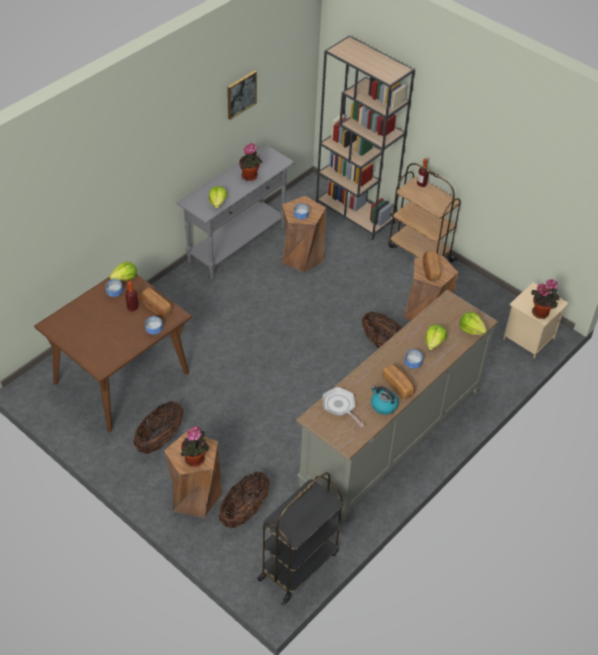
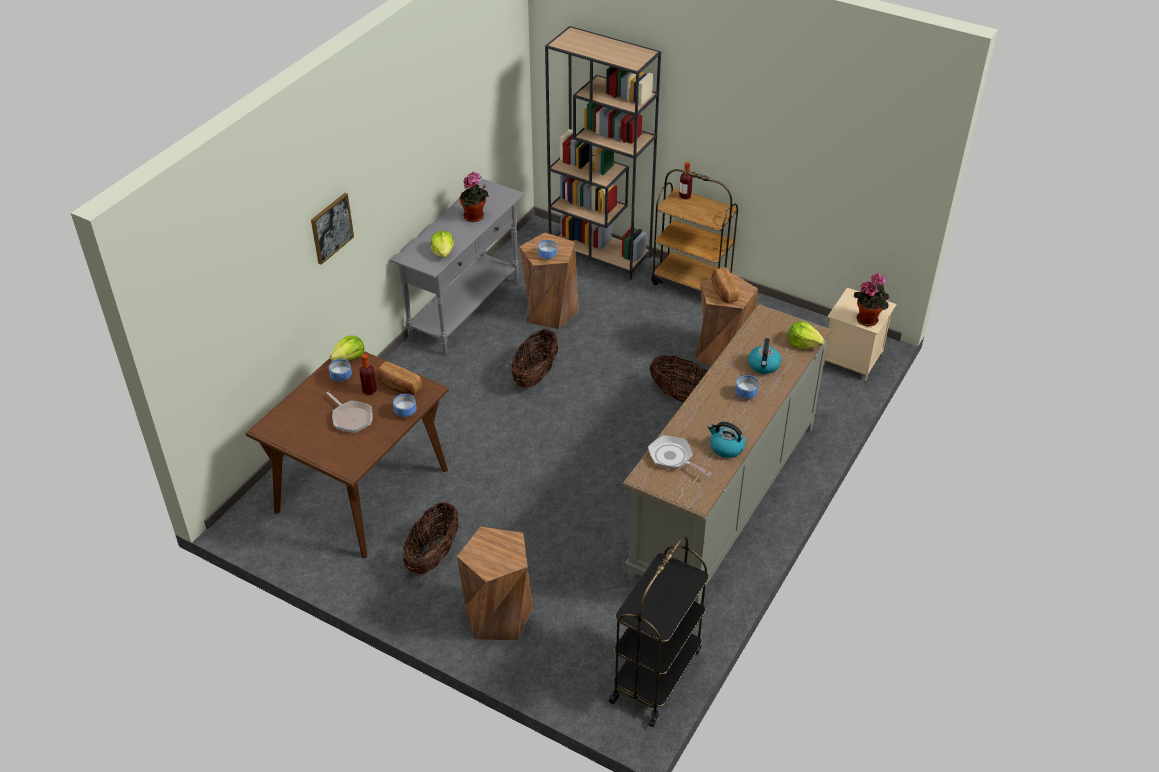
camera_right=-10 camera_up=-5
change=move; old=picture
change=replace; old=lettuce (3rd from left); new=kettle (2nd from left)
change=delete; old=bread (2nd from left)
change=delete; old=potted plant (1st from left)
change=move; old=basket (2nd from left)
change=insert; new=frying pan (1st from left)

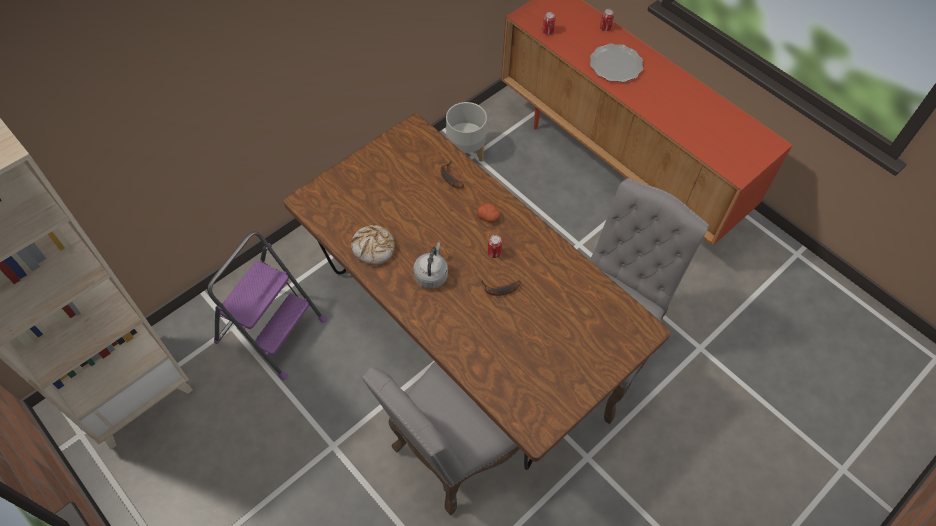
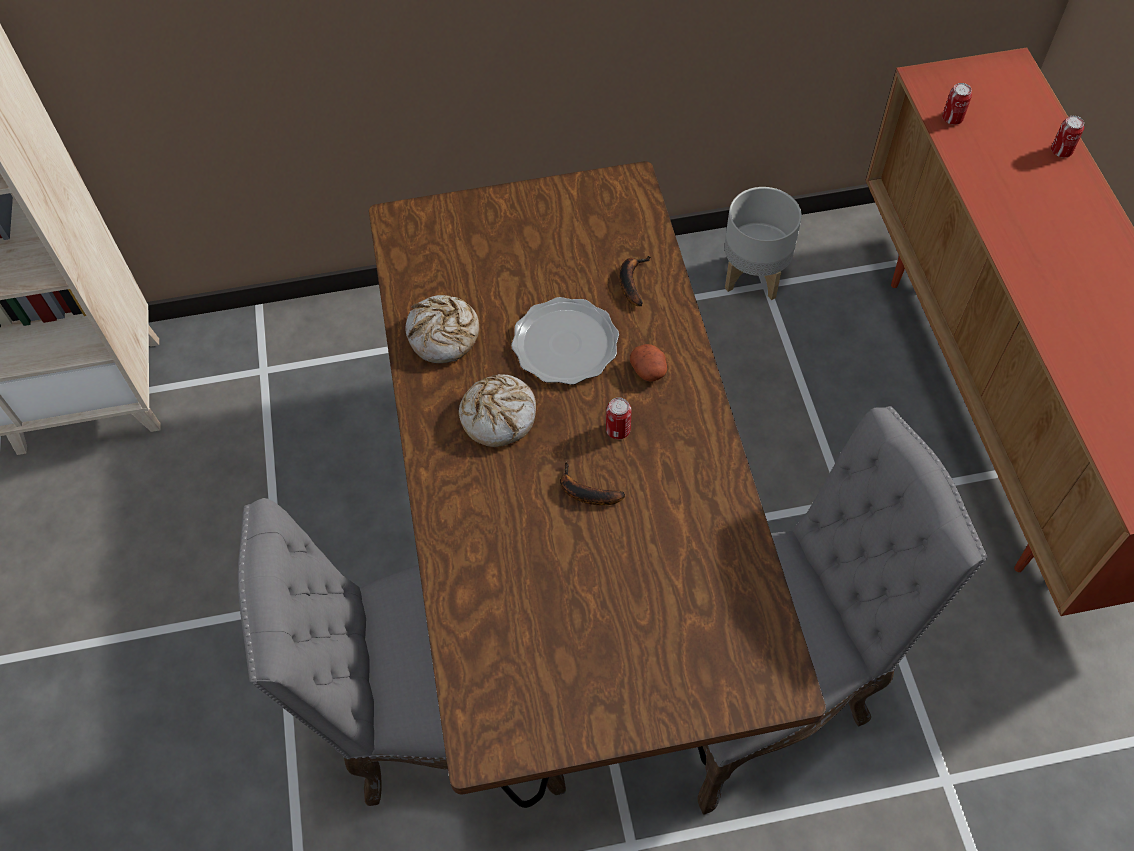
camera_right=35 camera_up=0
change=move; old=plate
change=delete; old=step ladder (purple)
change=replace; old=kettle (grey); new=bread (2nd from left)

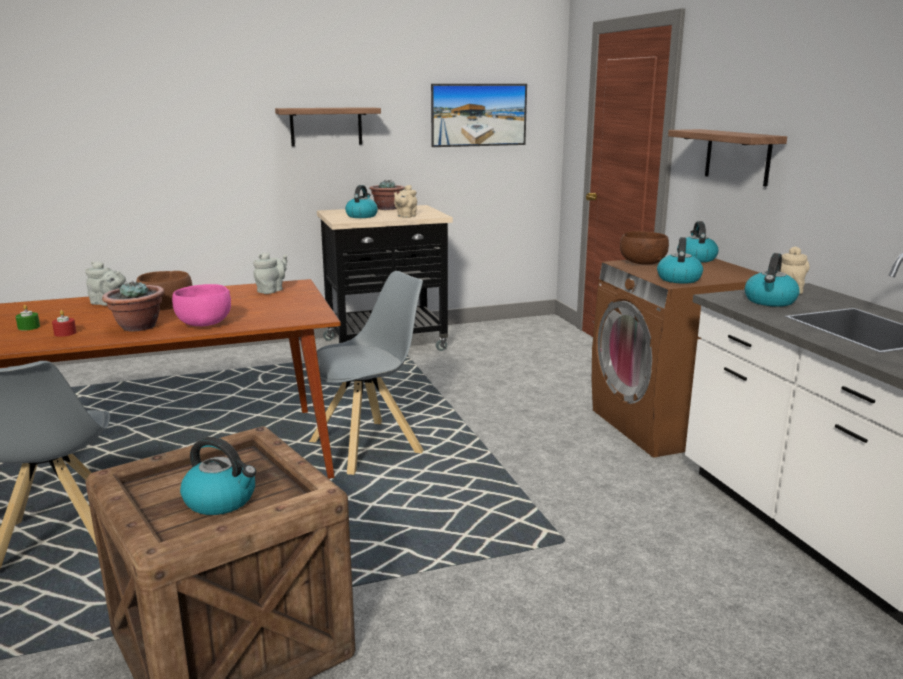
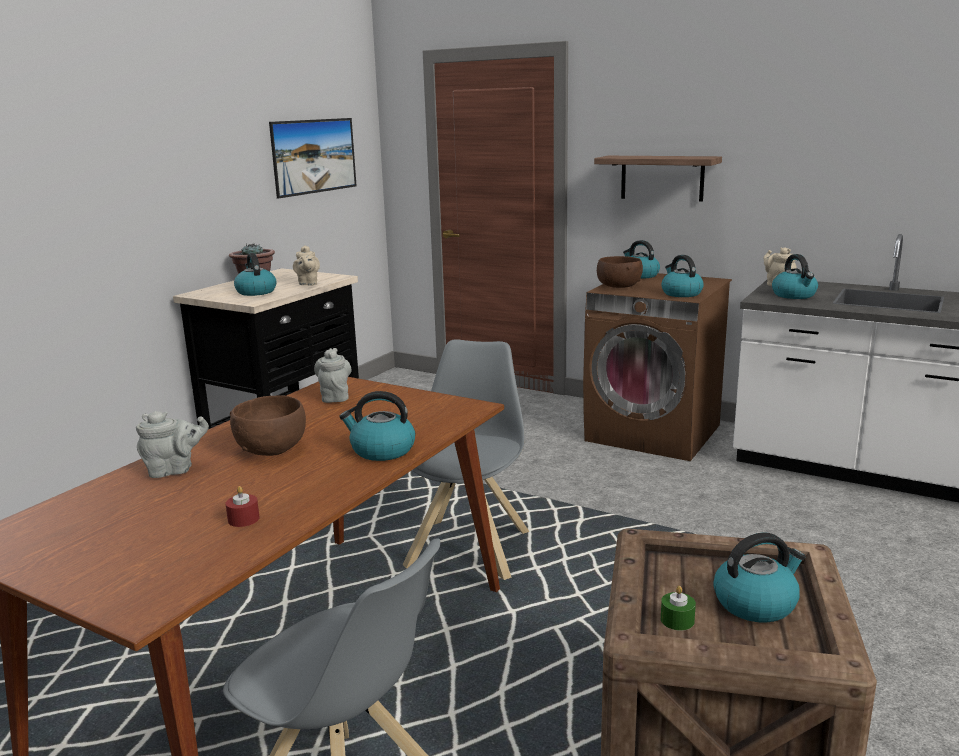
camera_right=-40 camera_up=0
change=delete; old=shelf (1st from left)
change=delete; old=potted plant (1st from left)
change=replace; old=bowl (pink); new=kettle (2nd from left)
change=move; old=candle (green)

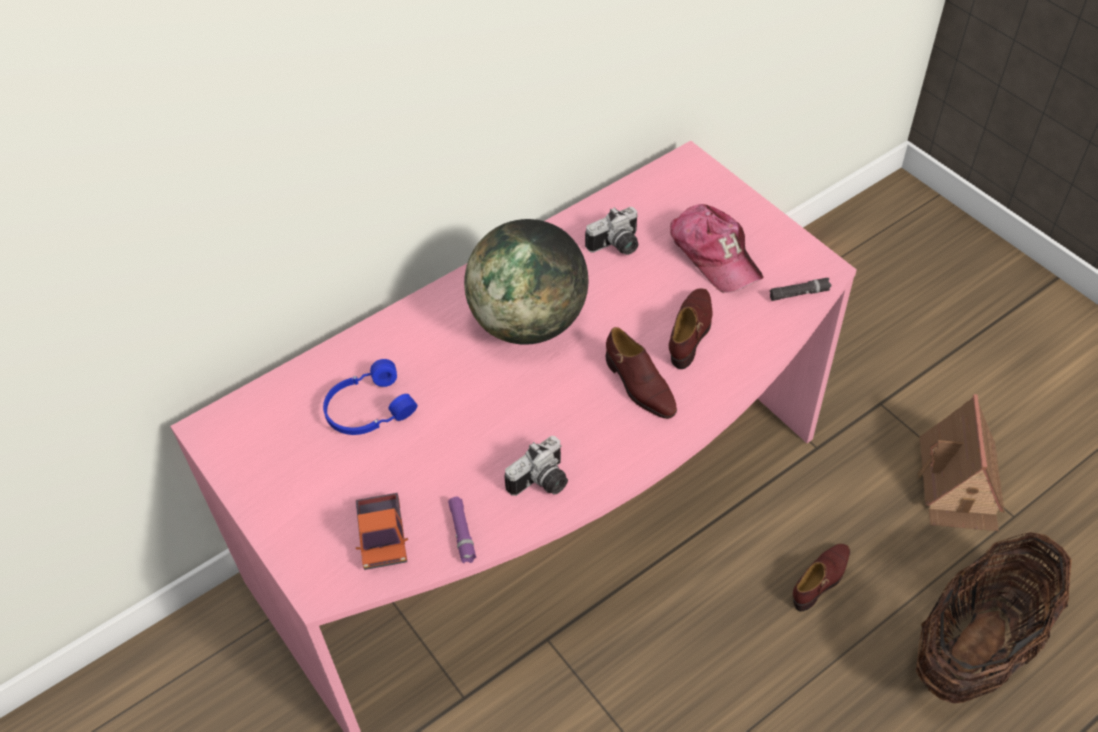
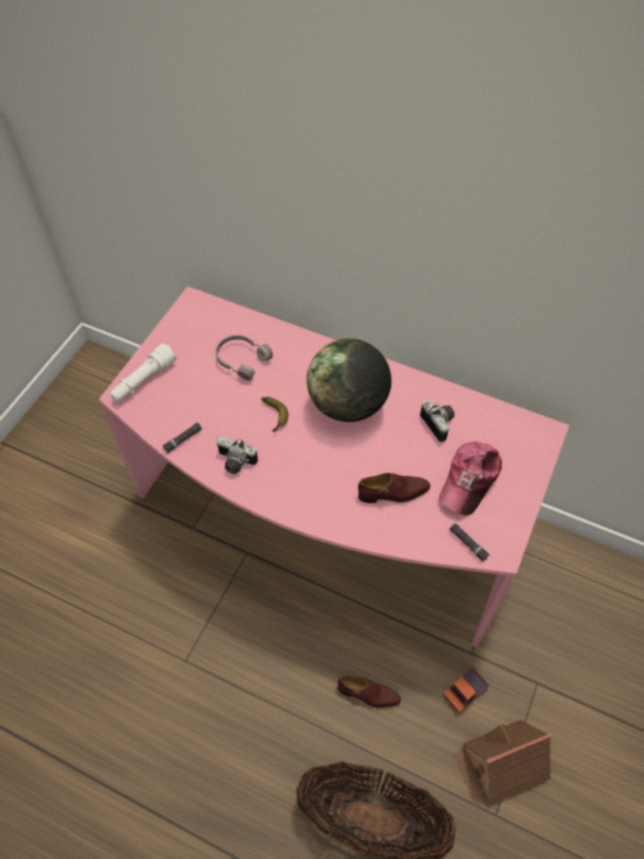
camera_right=60 camera_up=5
change=rotate; old=photo camera (2nd from left); degrees=-150
change=delete; old=shoe (brown) (1st from left)
change=recolor; old=headphones (blue); new=headphones (grey)
change=move; old=toy truck
change=recolor; old=flashlight (purple); new=flashlight (black) (1st from left)
change=insert; new=flashlight (white)
change=insert; new=banana

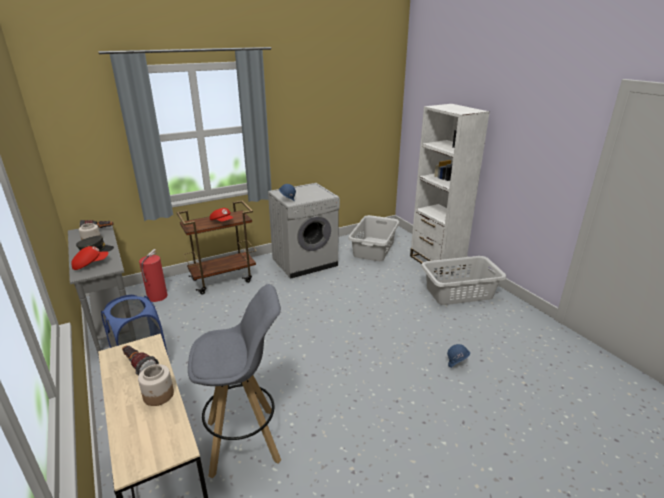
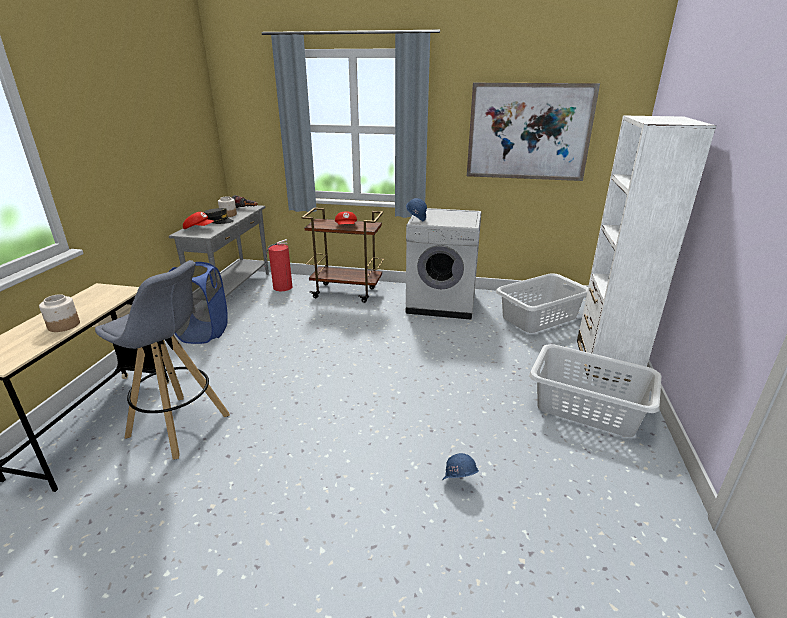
camera_right=40 camera_up=0
change=delete; old=flashlight (2nd from left)
change=insert; new=picture

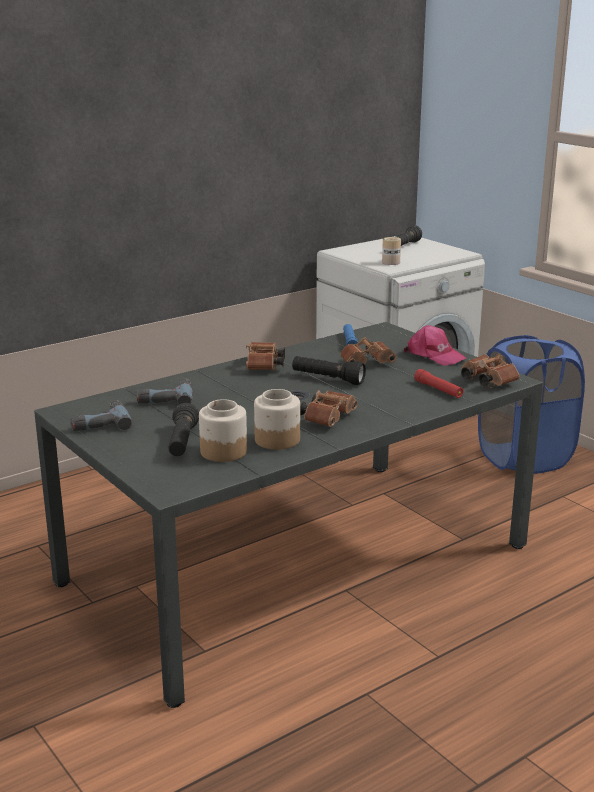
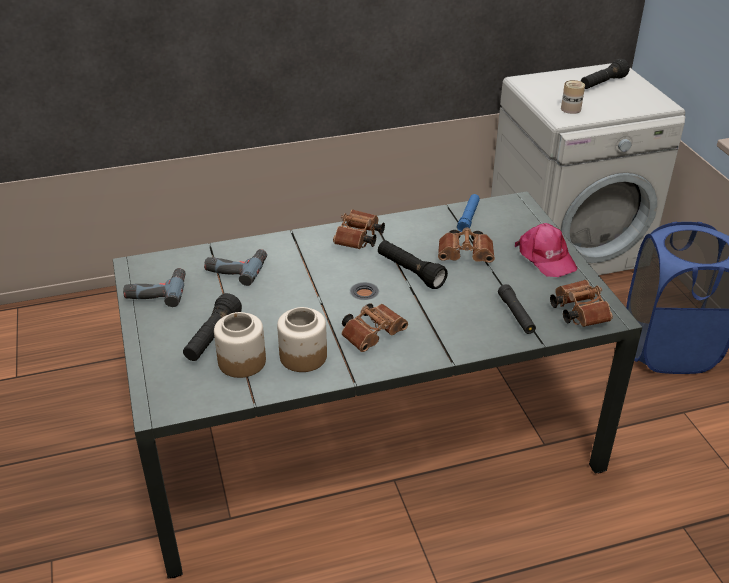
camera_right=20 camera_up=15
change=recolor; old=flashlight (red); new=flashlight (black) (3rd from left)

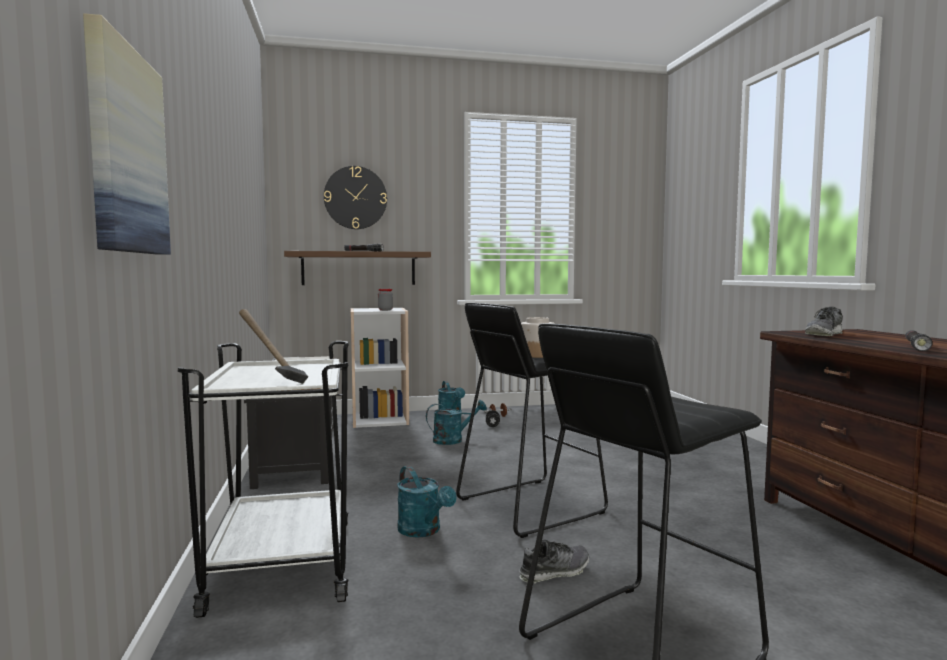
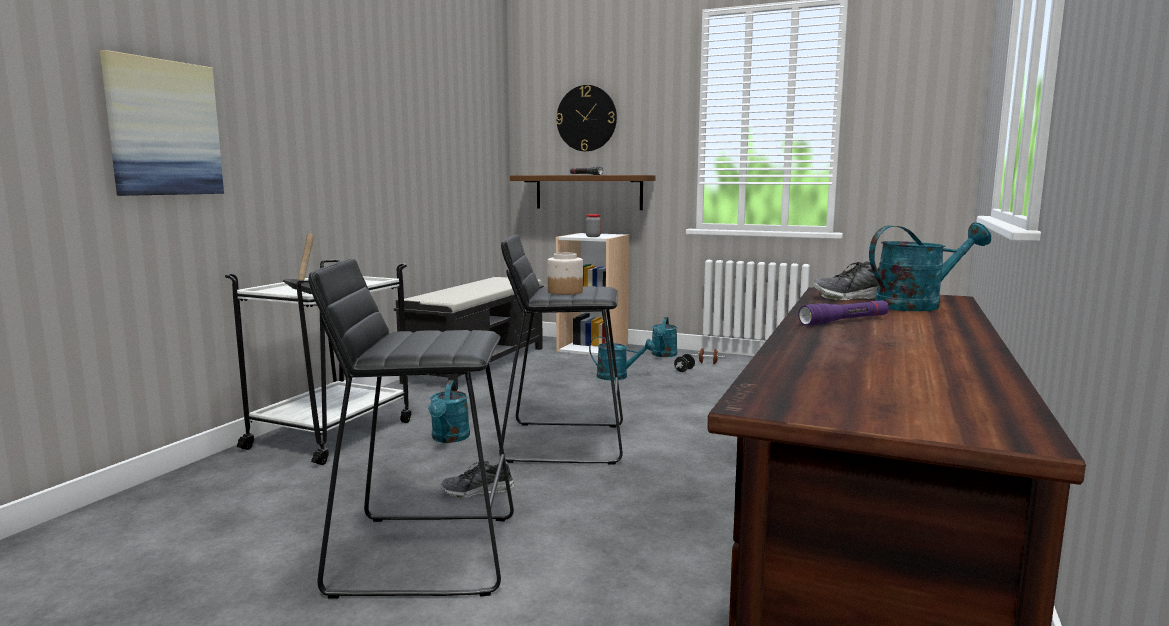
camera_right=35 camera_up=5
change=recolor; old=flashlight (black) (2nd from left); new=flashlight (purple)
change=rotate; old=shoe (1st from left); degrees=150
change=insert; new=watering can (turquoise) (4th from left)

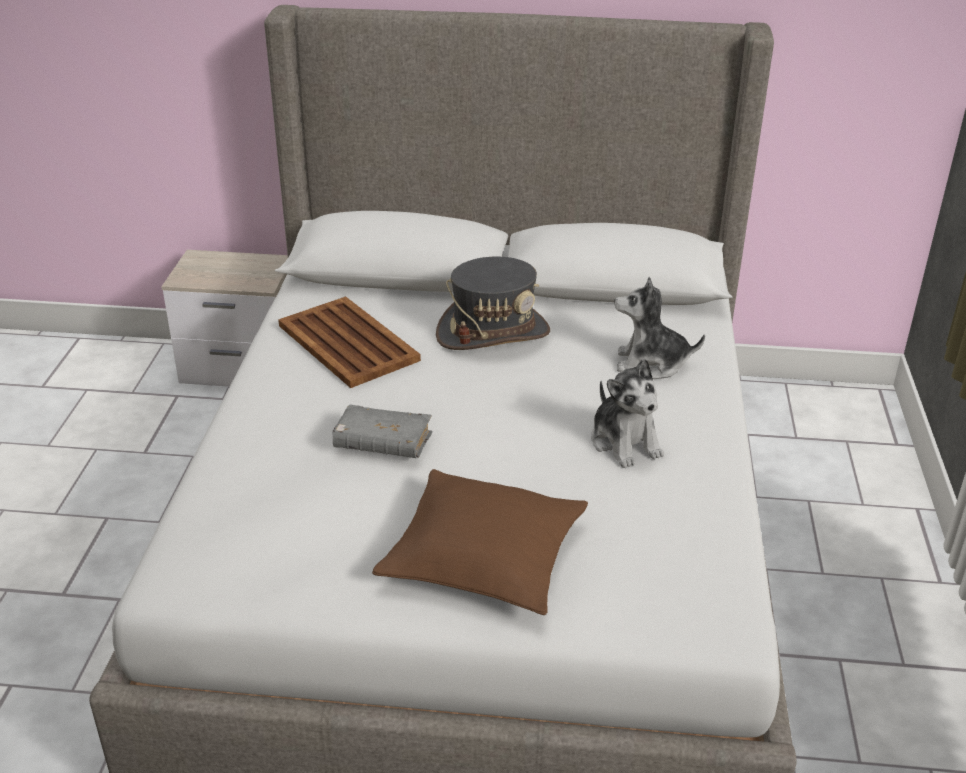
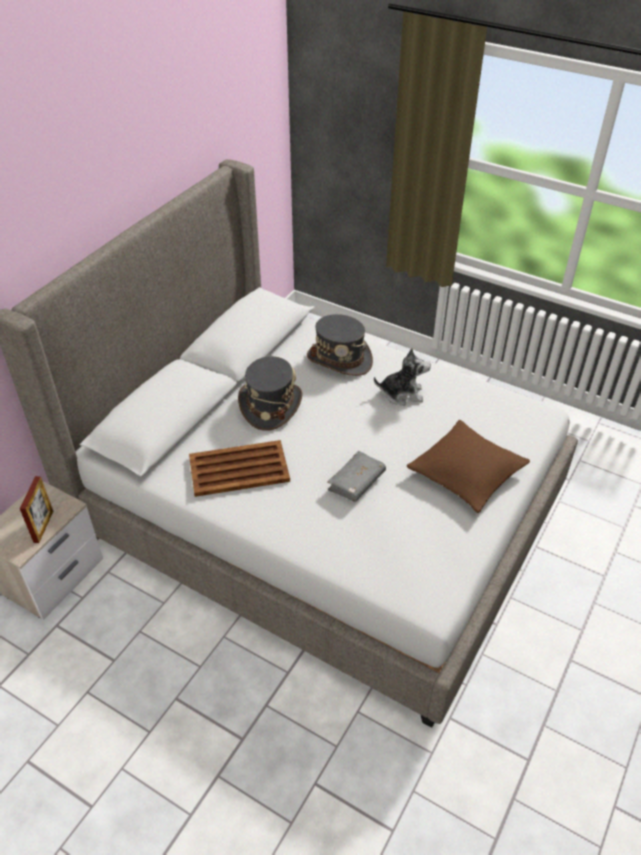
camera_right=-65 camera_up=10
change=replace; old=plush toy (2nd from left); new=hat (grey) (2nd from left)
change=insert; new=picture frame

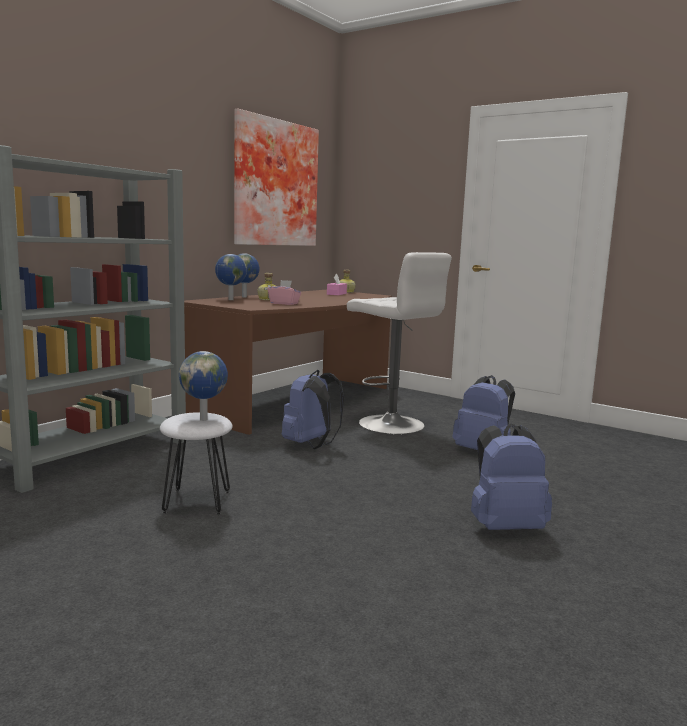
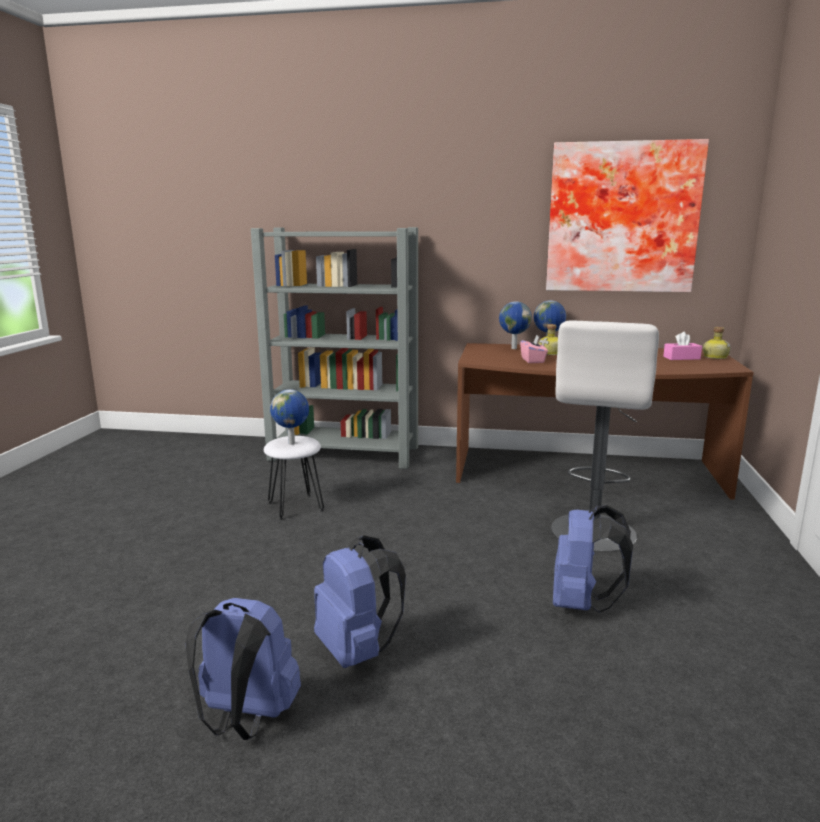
camera_right=65 camera_up=5
change=move; old=backpack (blue) (1st from left)

